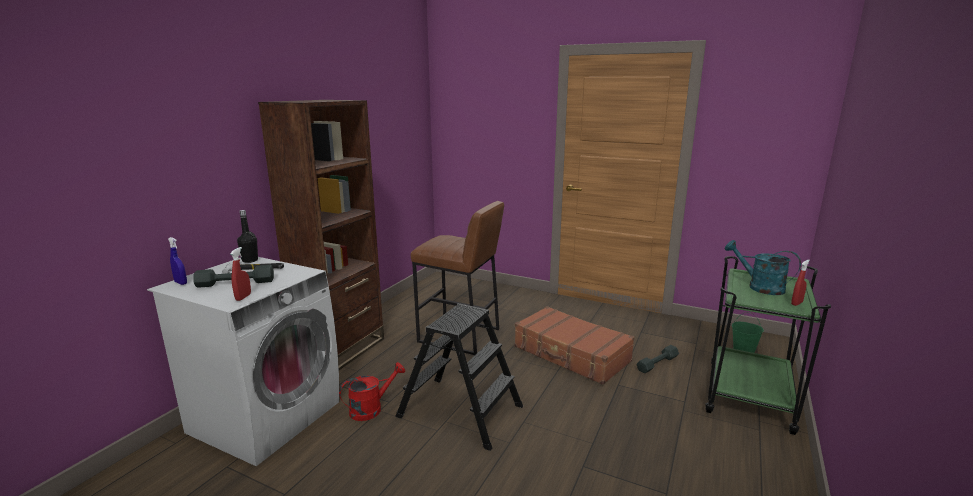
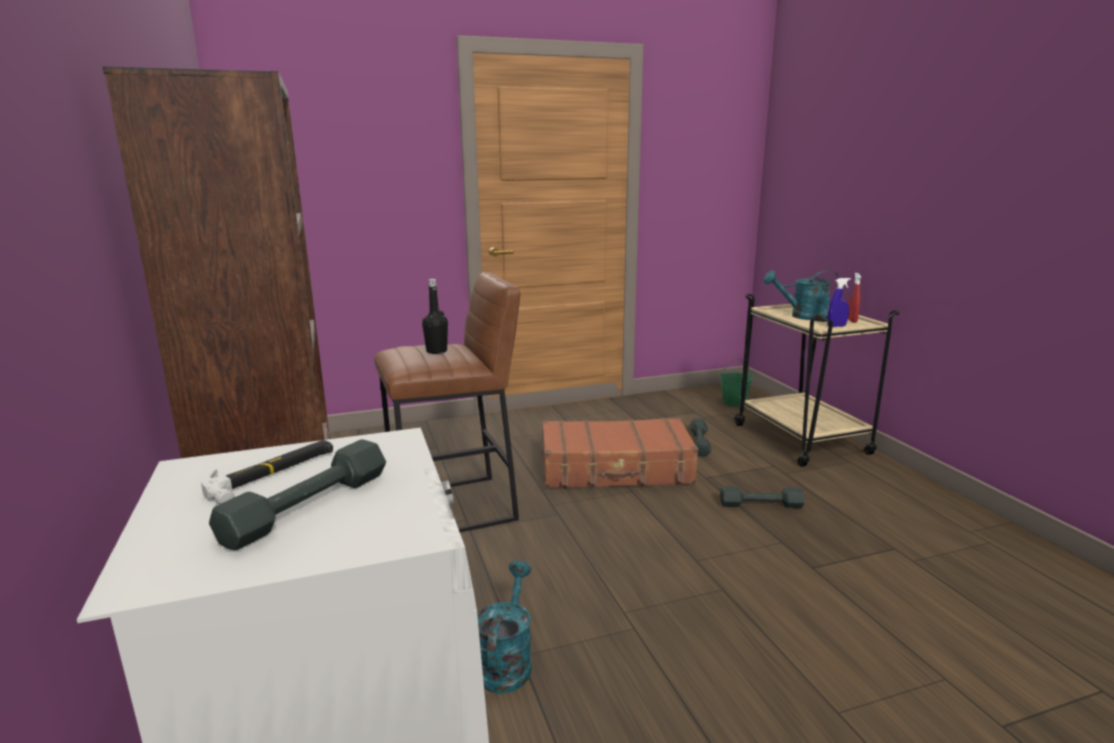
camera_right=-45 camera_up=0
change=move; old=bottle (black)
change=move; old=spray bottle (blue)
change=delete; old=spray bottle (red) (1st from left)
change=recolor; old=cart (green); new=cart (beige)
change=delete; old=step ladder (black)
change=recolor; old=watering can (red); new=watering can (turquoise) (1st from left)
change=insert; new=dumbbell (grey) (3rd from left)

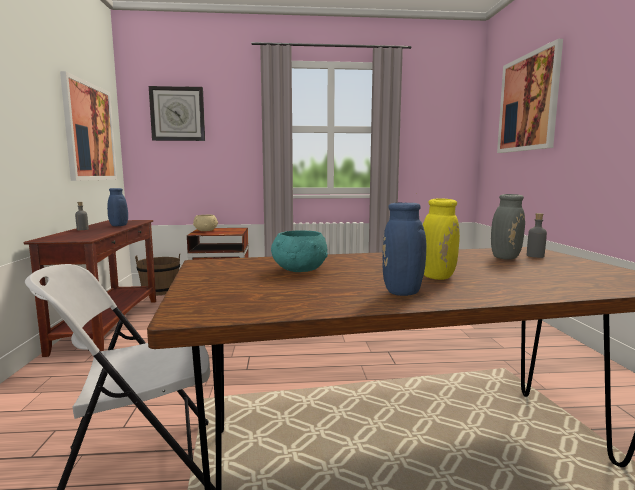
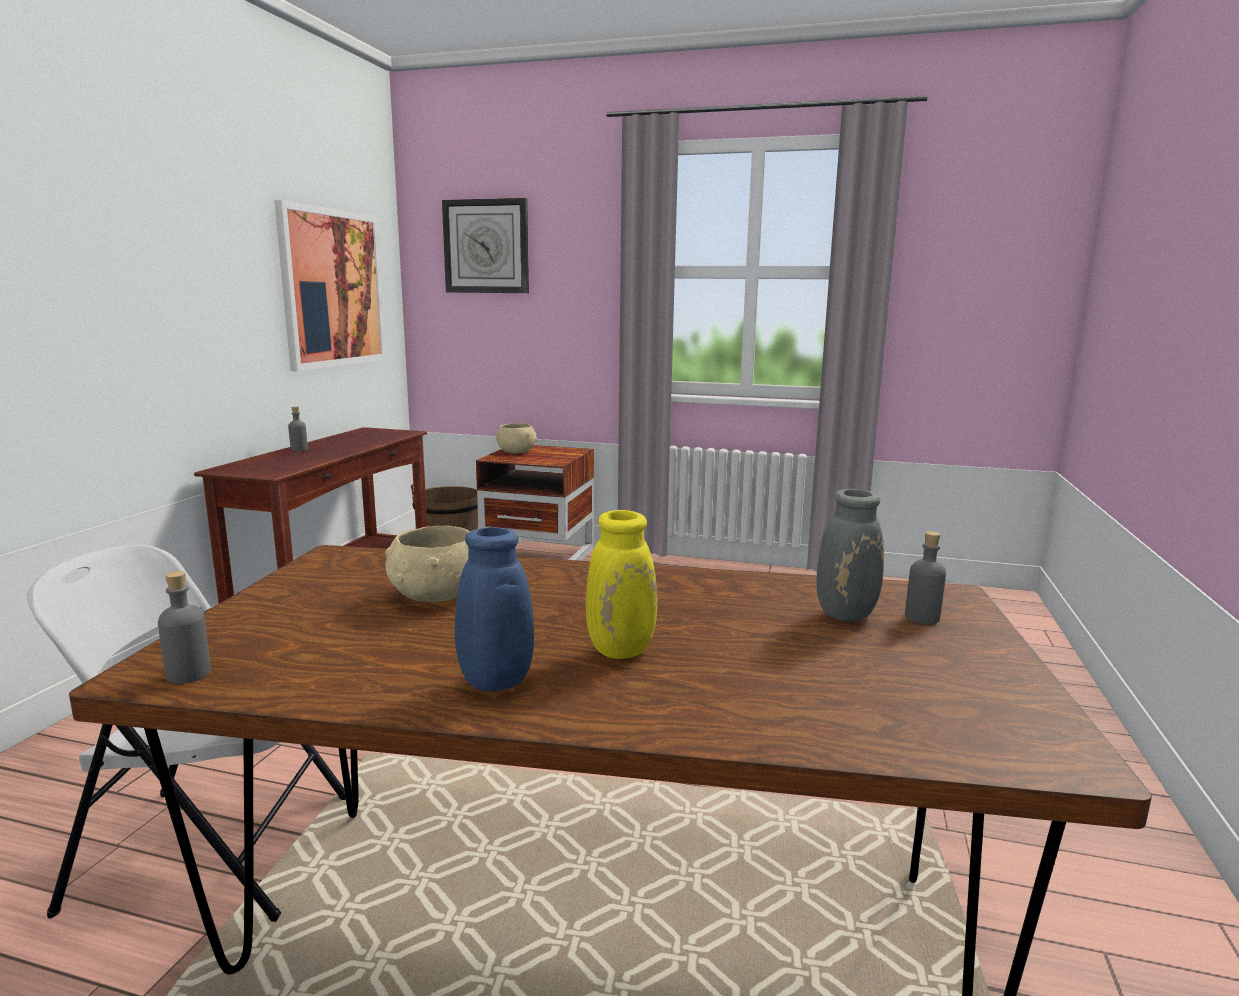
camera_right=20 camera_up=5
change=delete; old=picture (2nd from left)
change=delete; old=vase (blue) (1st from left)
change=recolor; old=bowl (turquoise); new=bowl (beige) (1st from left)
change=insert; new=bottle (grey) (1st from left)

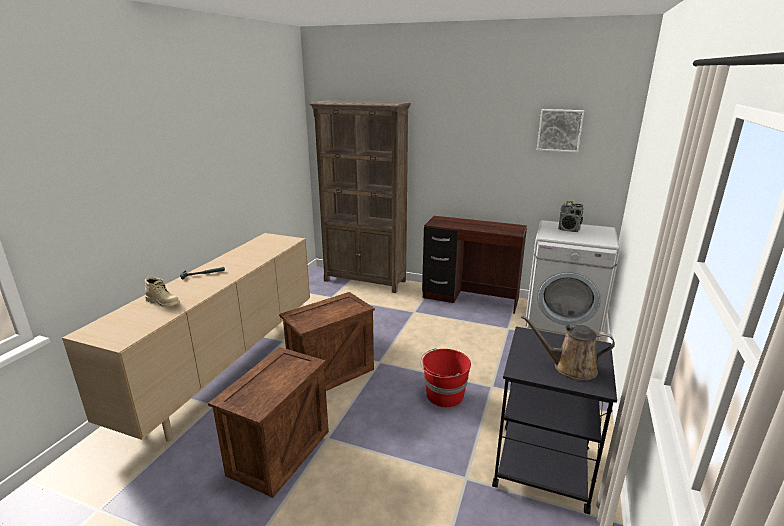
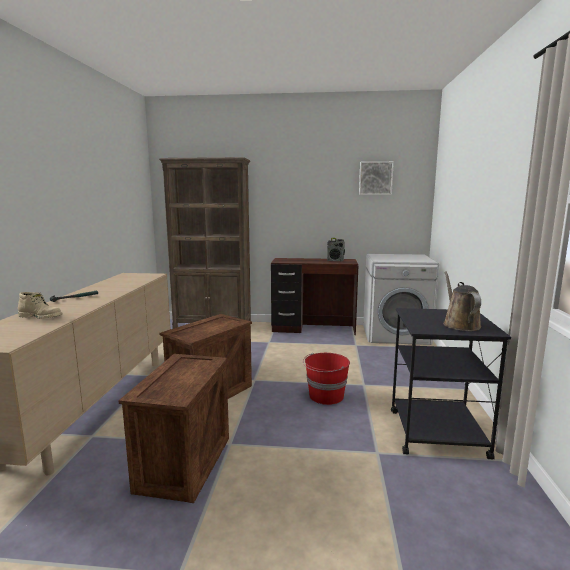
camera_right=-15 camera_up=-10
change=move; old=radio
change=rotate; old=watering can (brown); degrees=90

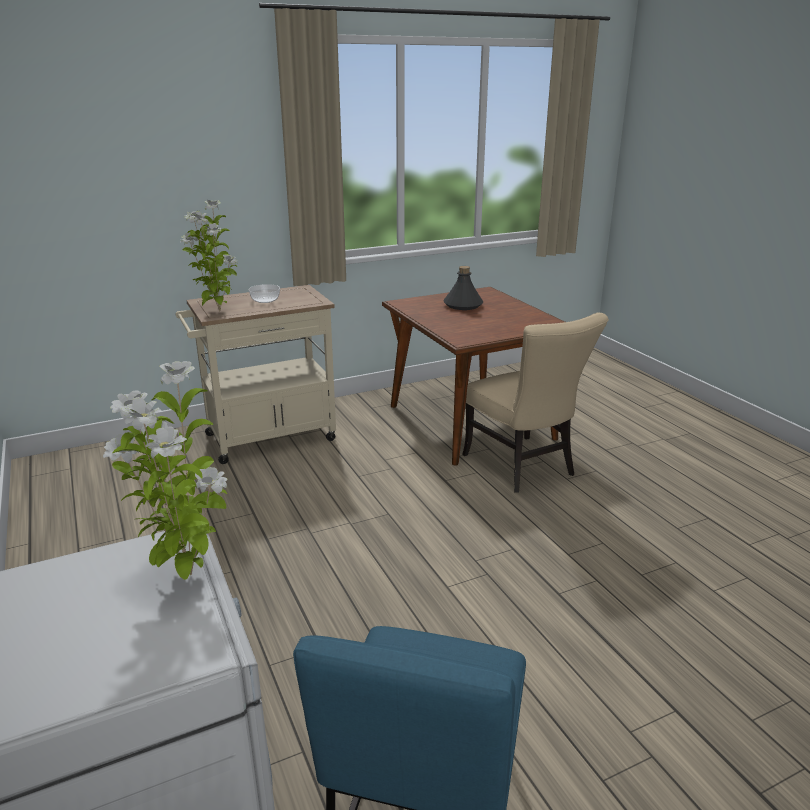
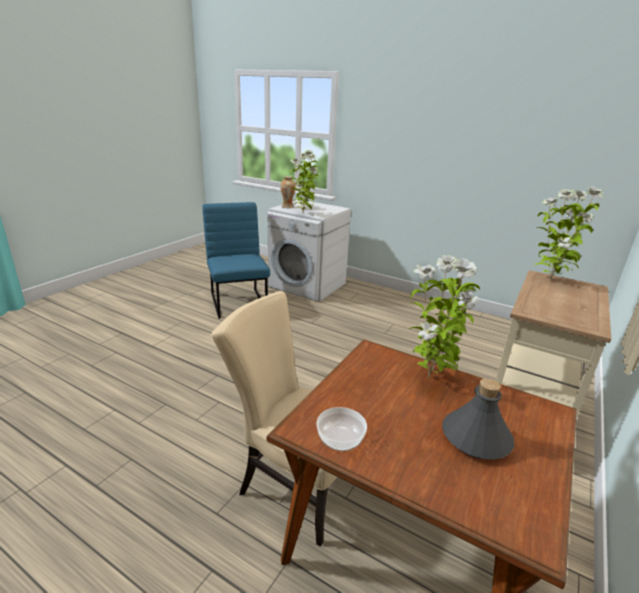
camera_right=145 camera_up=0
change=move; old=bowl
change=insert; new=vase
change=insert; new=potted plant (2nd from left)

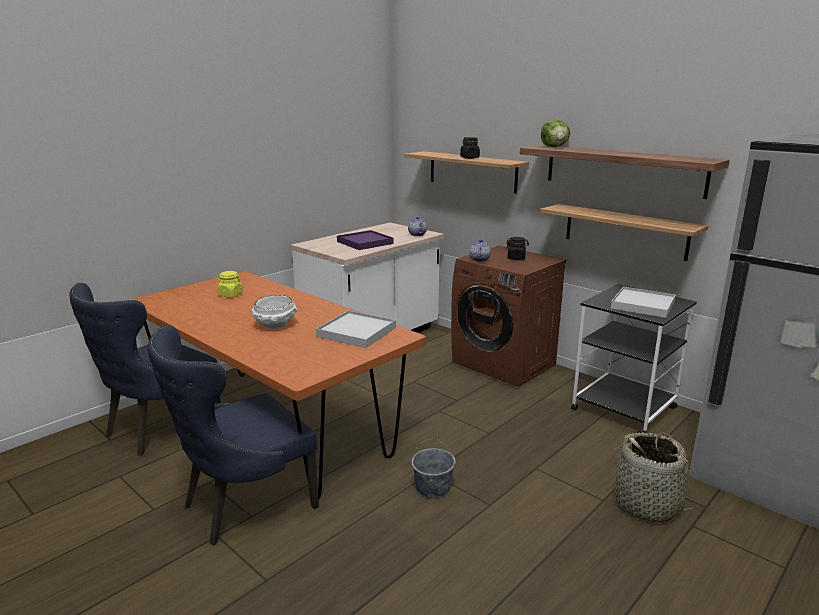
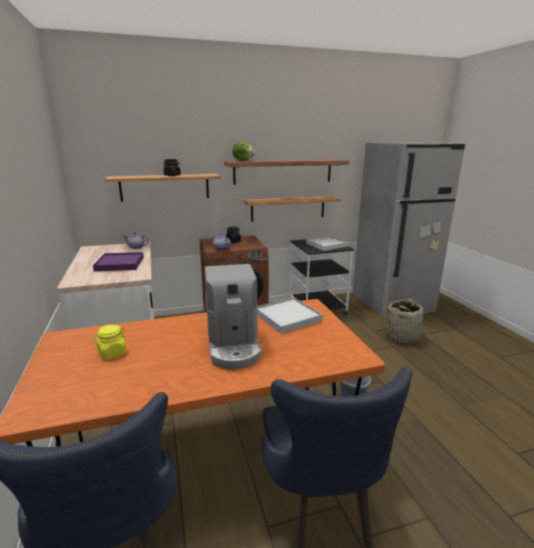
camera_right=-60 camera_up=0
change=replace; old=bowl (white); new=coffee machine

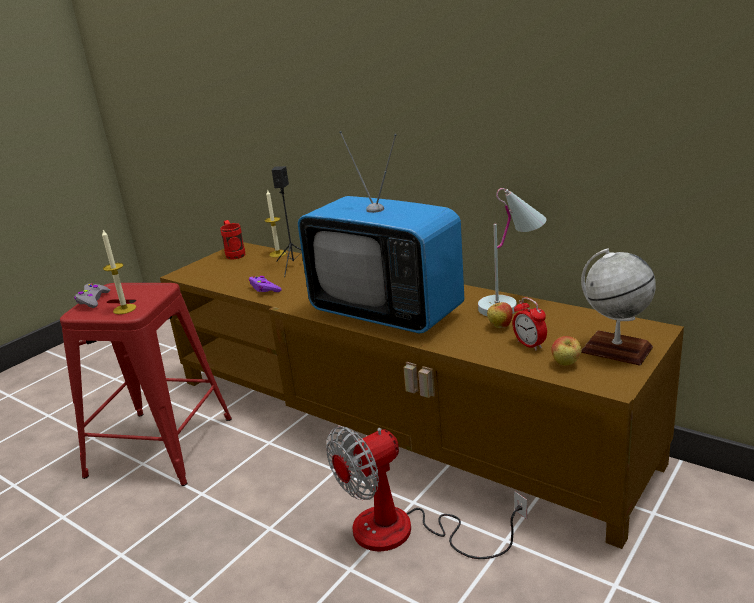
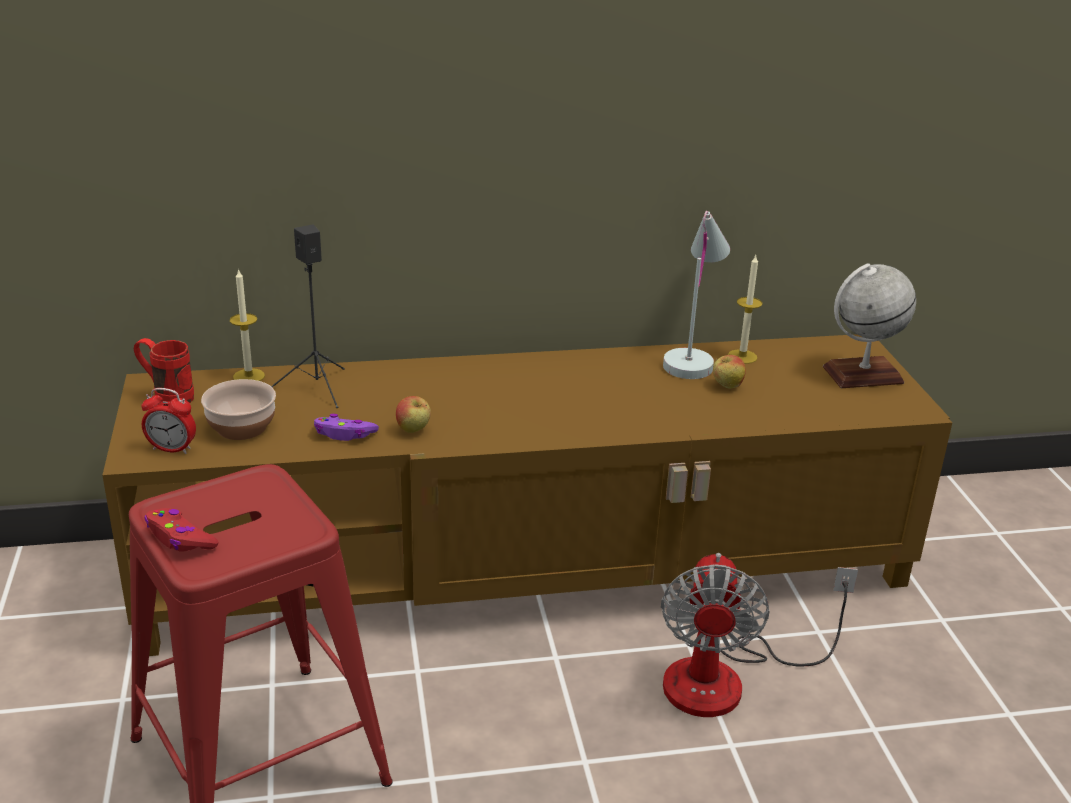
camera_right=-50 camera_up=5
change=delete; old=television
change=move; old=candle (1st from left in the first image); new=candle (2nd from left)
change=recolor; old=game controller (grey); new=game controller (red)
change=move; old=alarm clock
change=move; old=apple (2nd from left in the first image); new=apple (1st from left)
change=insert; new=bowl

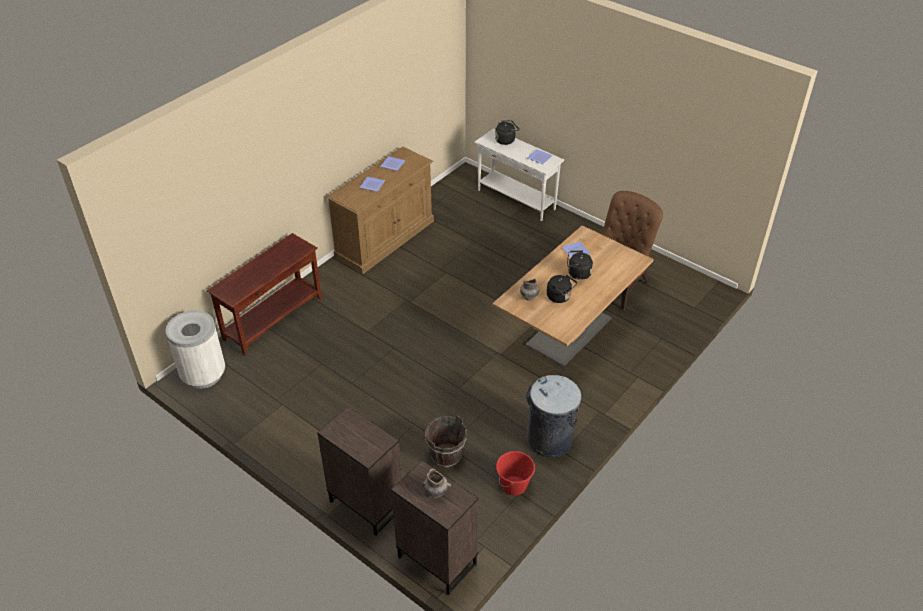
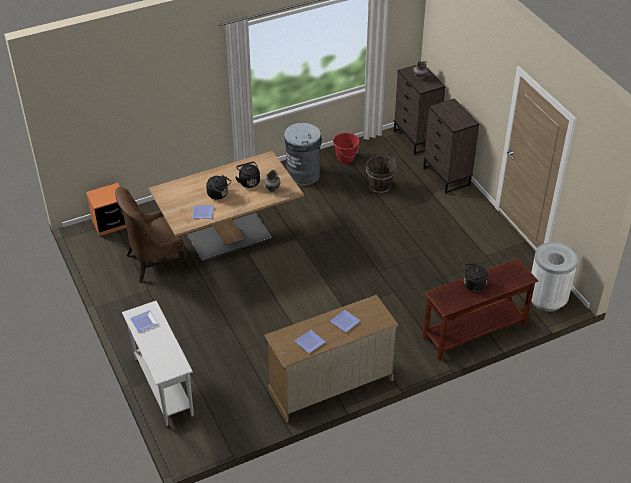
camera_right=-155 camera_up=0
change=move; old=kettle (black) (1st from left in the first image); new=kettle (black) (3rd from left)
change=insert; new=nightstand (orange)

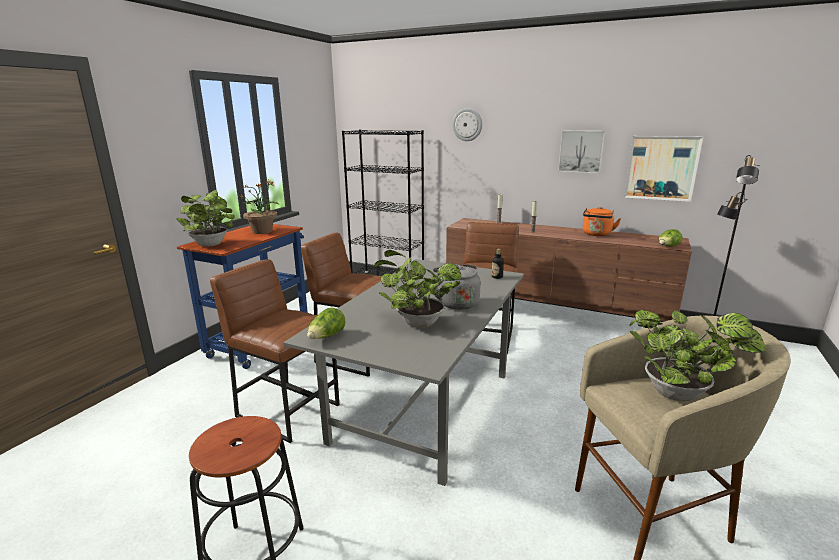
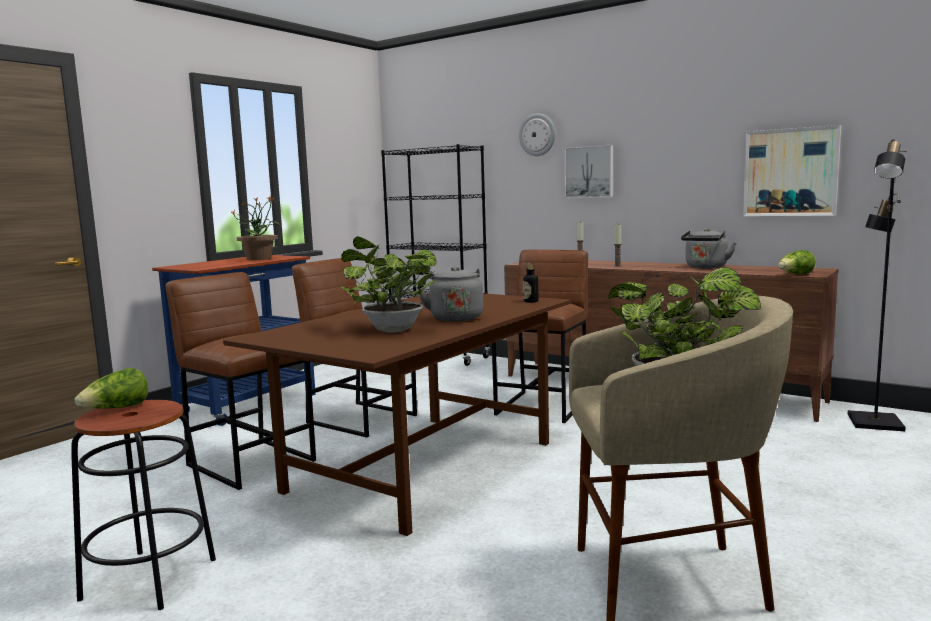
camera_right=10 camera_up=-10
change=move; old=picture (1st from left)
change=delete; old=potted plant (1st from left)
change=recolor; old=kettle (orange); new=kettle (grey) (2nd from left)
change=recolor; old=dining table (grey); new=dining table (brown)
change=move; old=lettuce (1st from left)

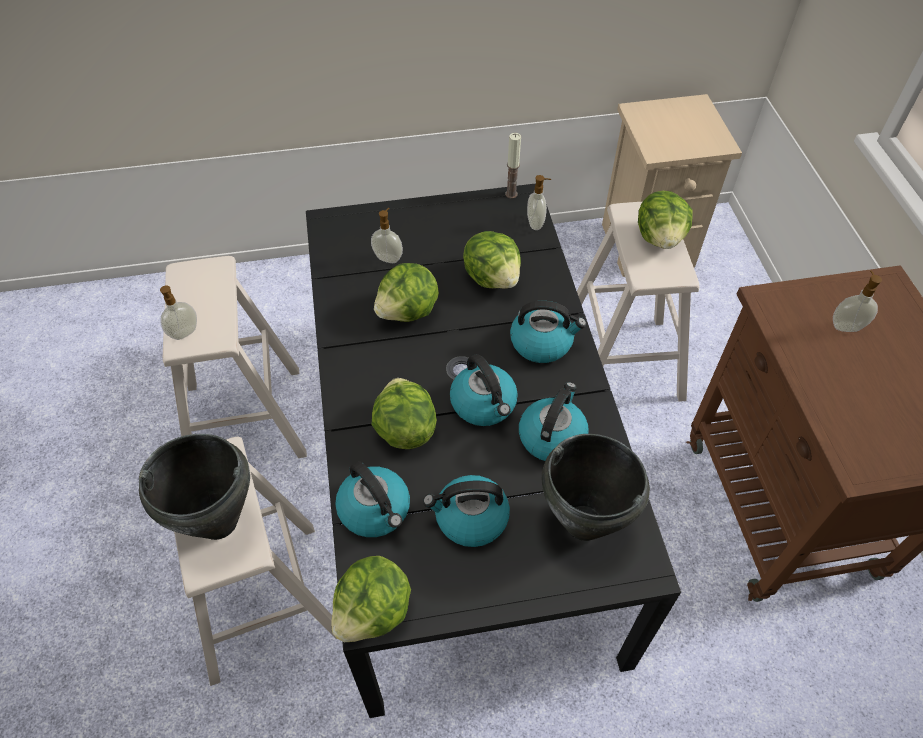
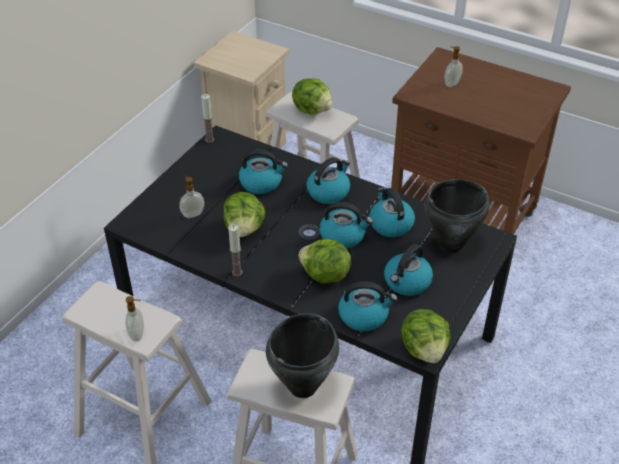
camera_right=-50 camera_up=-10
change=delete; old=soap dispenser (3rd from left)
change=replace; old=lettuce (4th from left); new=kettle (1st from left)
change=insert; new=candle (2nd from left)

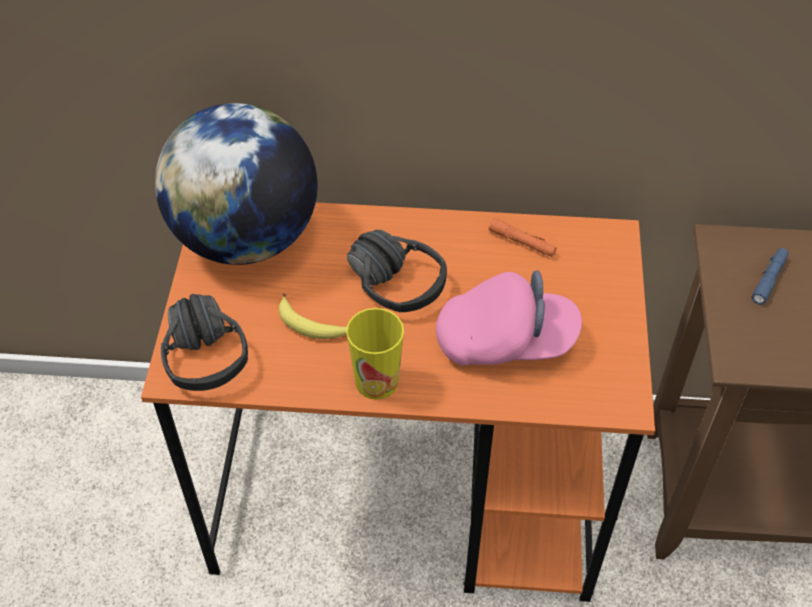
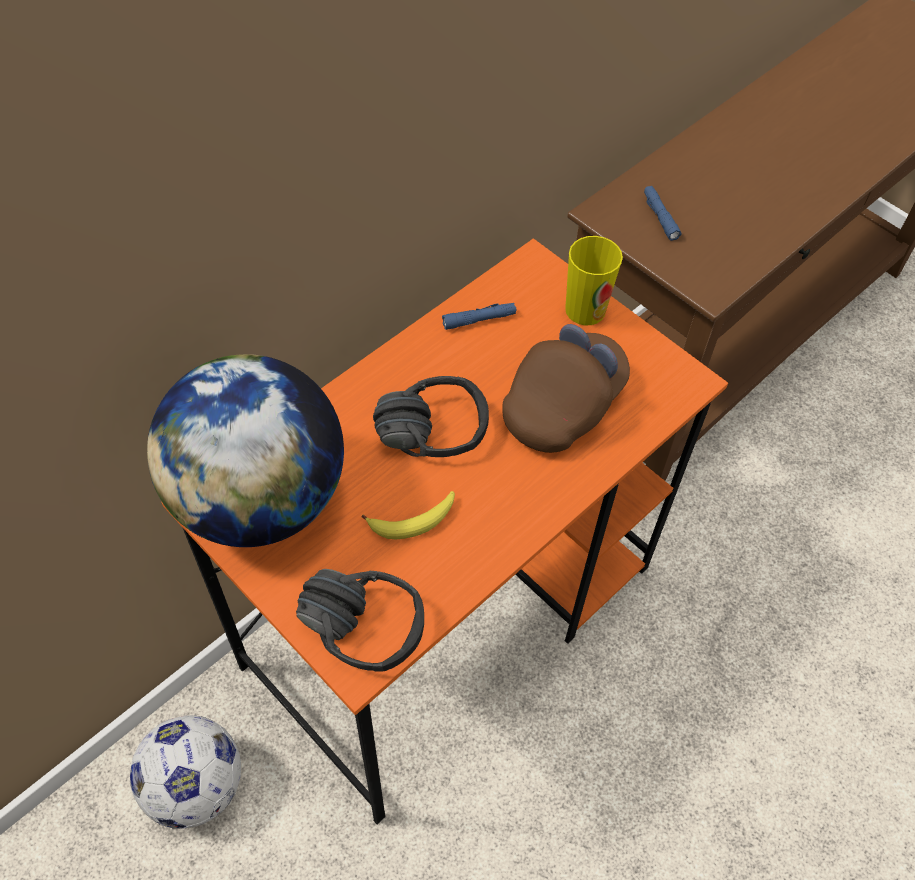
camera_right=-50 camera_up=5
change=recolor; old=flashlight (orange); new=flashlight (blue) (1st from left)
change=recolor; old=cap (pink); new=cap (brown)
change=move; old=cup
change=insert; new=football

